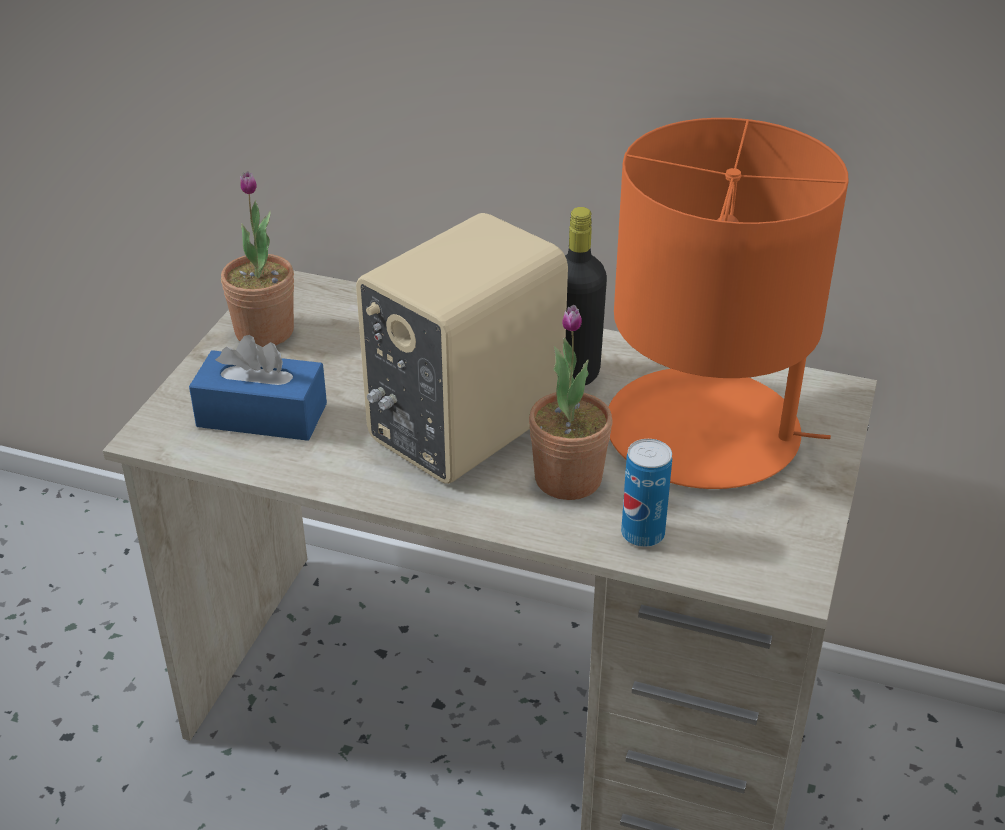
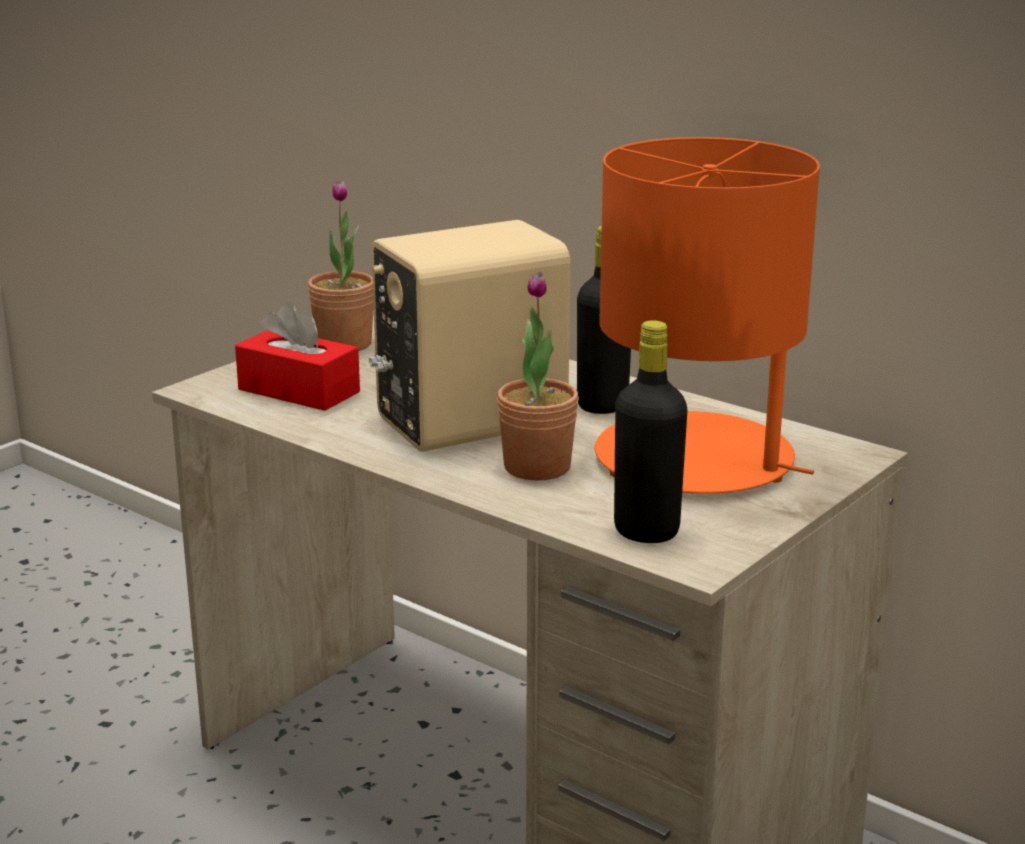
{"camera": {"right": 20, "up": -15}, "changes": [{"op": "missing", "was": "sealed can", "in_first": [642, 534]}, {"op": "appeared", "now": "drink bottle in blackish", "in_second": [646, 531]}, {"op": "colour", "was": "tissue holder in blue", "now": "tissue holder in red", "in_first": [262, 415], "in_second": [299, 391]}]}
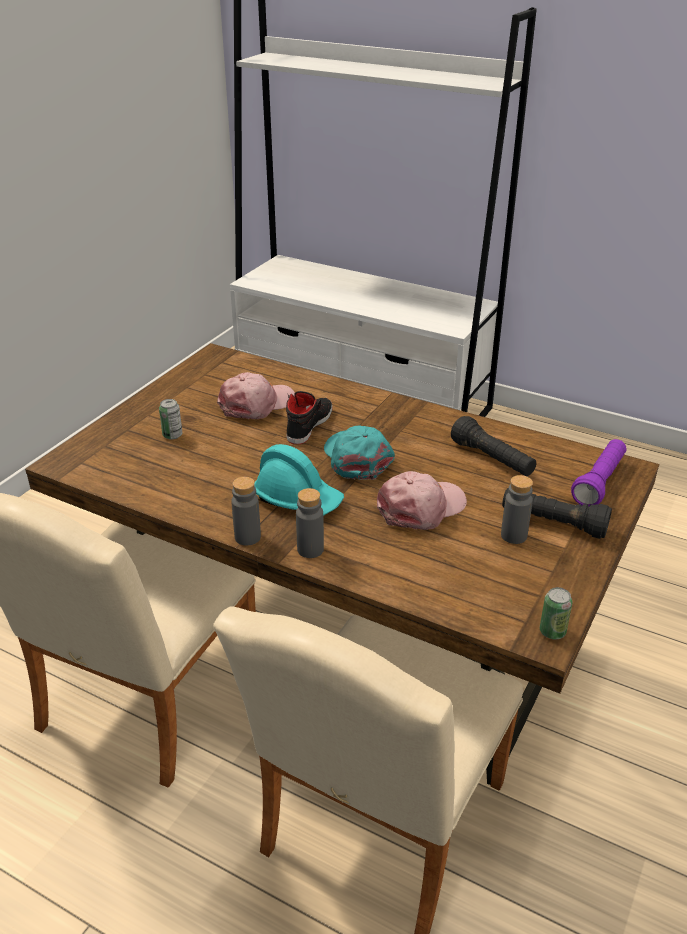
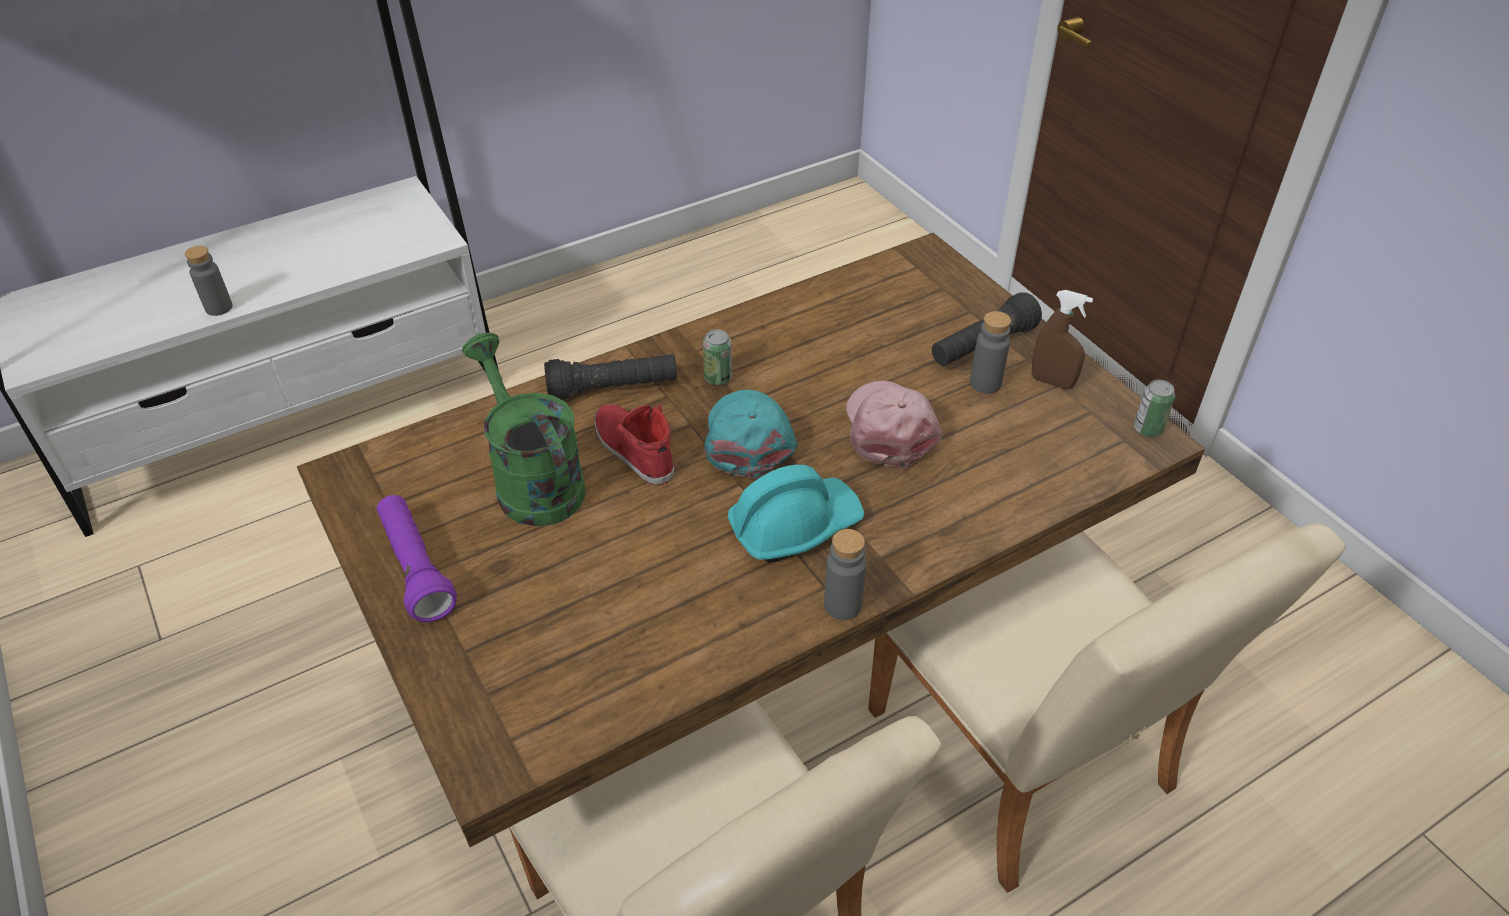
{"camera": {"right": -60, "up": 10}, "changes": [{"op": "appeared", "now": "sprayer in brownish", "in_second": [1052, 382]}, {"op": "relocated", "was": "sealed can", "in_first": [172, 435], "in_second": [718, 378]}, {"op": "relocated", "was": "drink bottle in grey", "in_first": [310, 549], "in_second": [219, 308]}, {"op": "relocated", "was": "hand torch in blackish", "in_first": [492, 459], "in_second": [613, 389]}, {"op": "relocated", "was": "hand torch in purple-coloured", "in_first": [599, 482], "in_second": [416, 569]}, {"op": "exchanged", "was": "baseball cap in pink", "now": "sprinkling can in green", "in_first": [257, 404], "in_second": [532, 480]}, {"op": "colour", "was": "shoe in blackish", "now": "shoe in red", "in_first": [309, 424], "in_second": [632, 449]}, {"op": "spun", "was": "baseball cap in blue-green", "in_first": [357, 458], "in_second": [748, 438], "clockwise": 75}]}
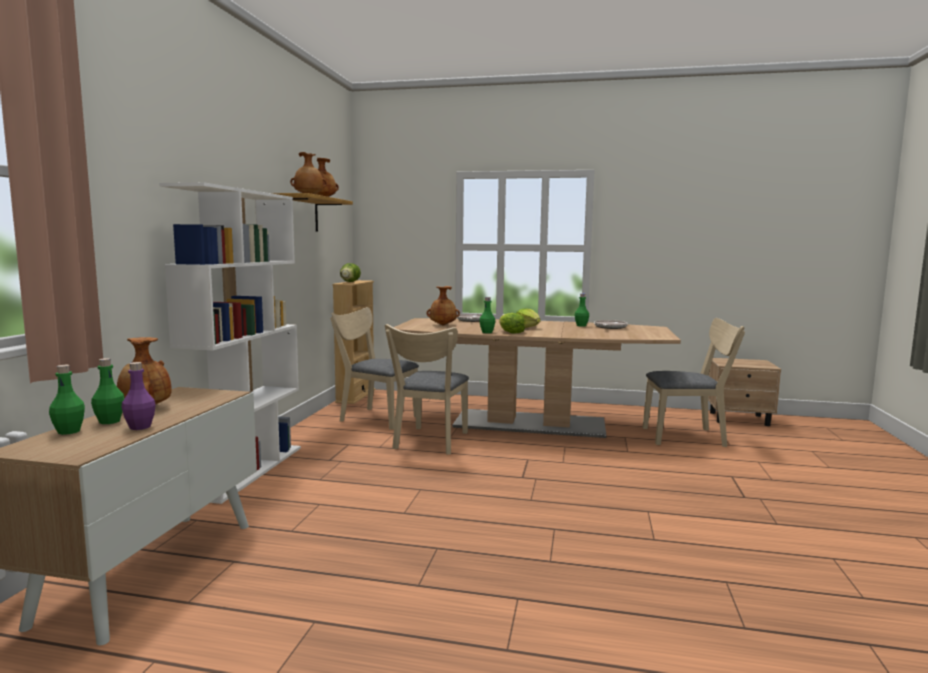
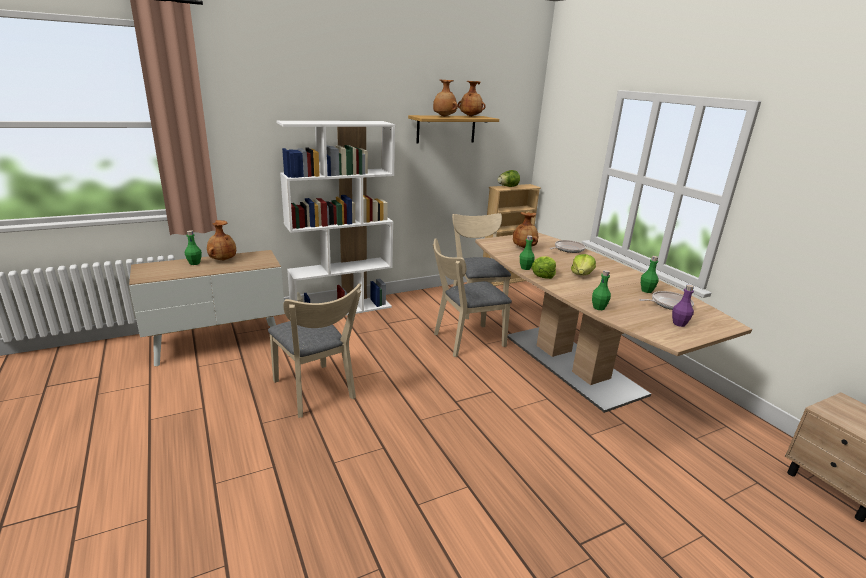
{"camera": {"right": 50, "up": 15}, "changes": [{"op": "relocated", "was": "drink bottle in green", "in_first": [69, 431], "in_second": [598, 308]}, {"op": "relocated", "was": "drink bottle in purple-coloured", "in_first": [140, 427], "in_second": [679, 324]}, {"op": "relocated", "was": "upright chair in beige-coloured", "in_first": [689, 437], "in_second": [316, 392]}]}
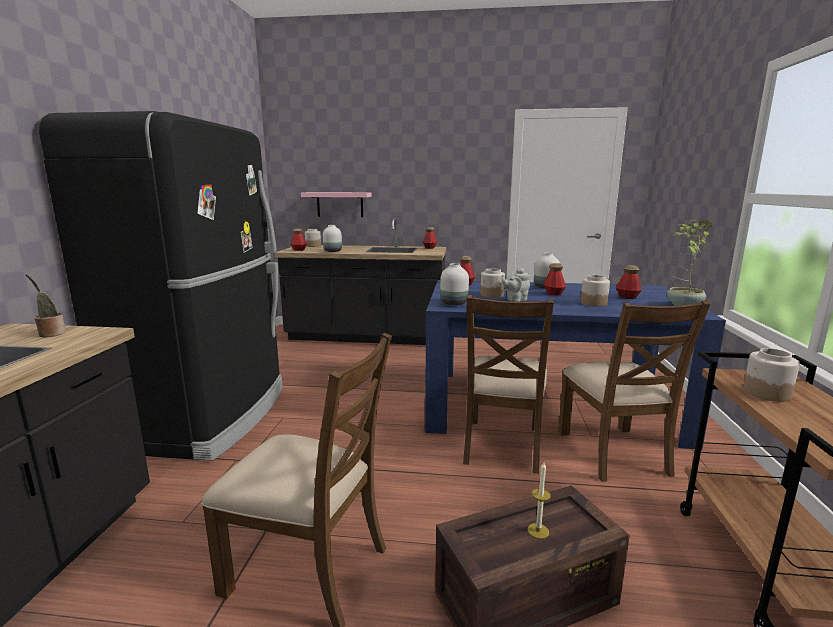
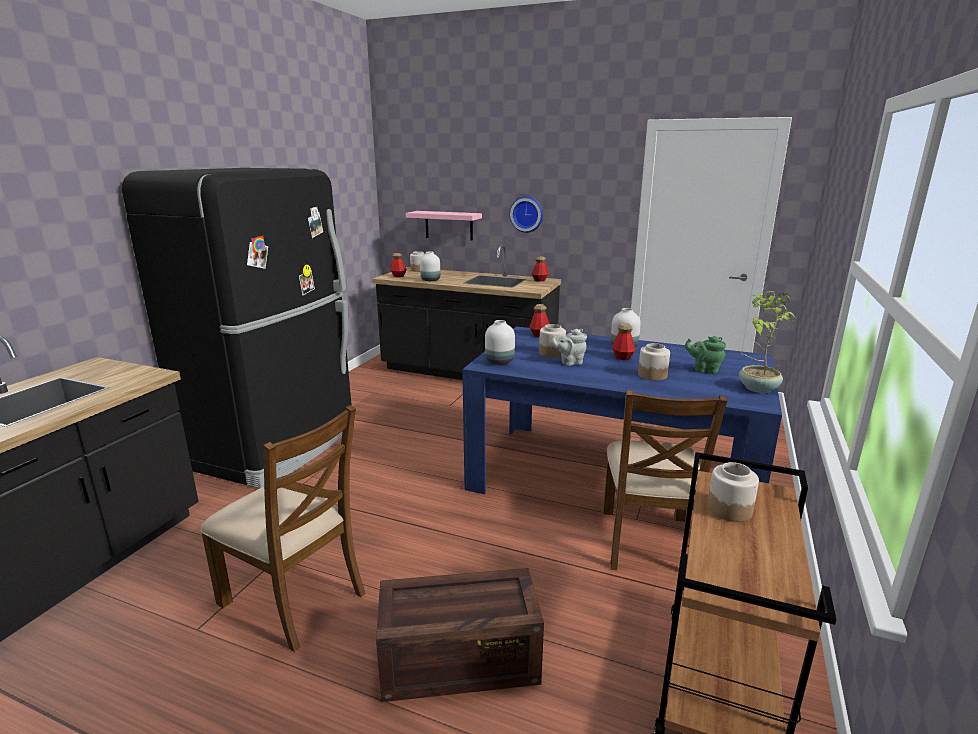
{"camera": {"right": 15, "up": 5}, "changes": [{"op": "missing", "was": "houseplant", "in_first": [51, 334]}, {"op": "missing", "was": "upright chair in brownish", "in_first": [502, 444]}, {"op": "missing", "was": "wax light", "in_first": [538, 531]}, {"op": "appeared", "now": "wall clock", "in_second": [527, 214]}, {"op": "exchanged", "was": "drink bottle", "now": "pot for tea in green", "in_first": [627, 297], "in_second": [704, 370]}]}
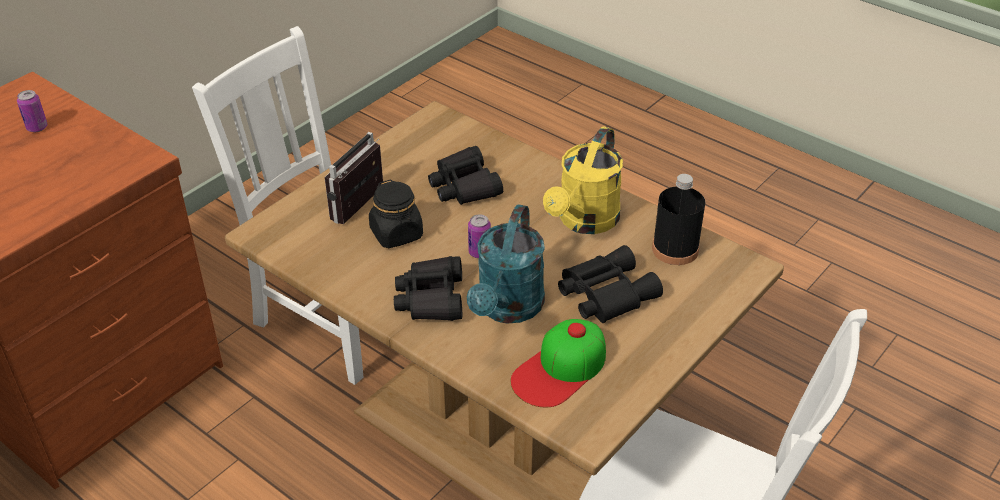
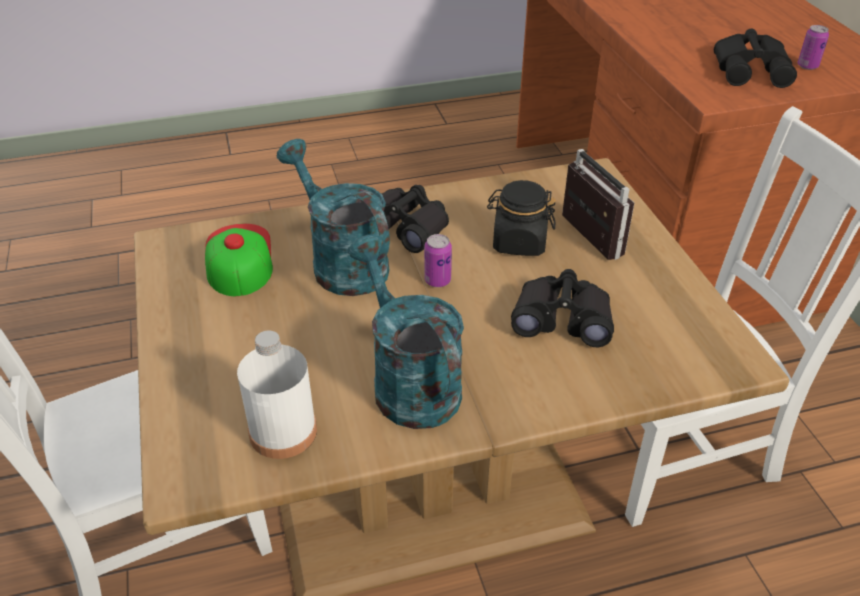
{"camera": {"right": 125, "up": 0}, "changes": [{"op": "relocated", "was": "pair of binoculars in blackish", "in_first": [604, 293], "in_second": [752, 69]}, {"op": "colour", "was": "sprinkling can in yellow", "now": "sprinkling can in blue-green", "in_first": [584, 222], "in_second": [408, 381]}, {"op": "colour", "was": "drink bottle in blackish", "now": "drink bottle in white", "in_first": [675, 249], "in_second": [283, 432]}]}
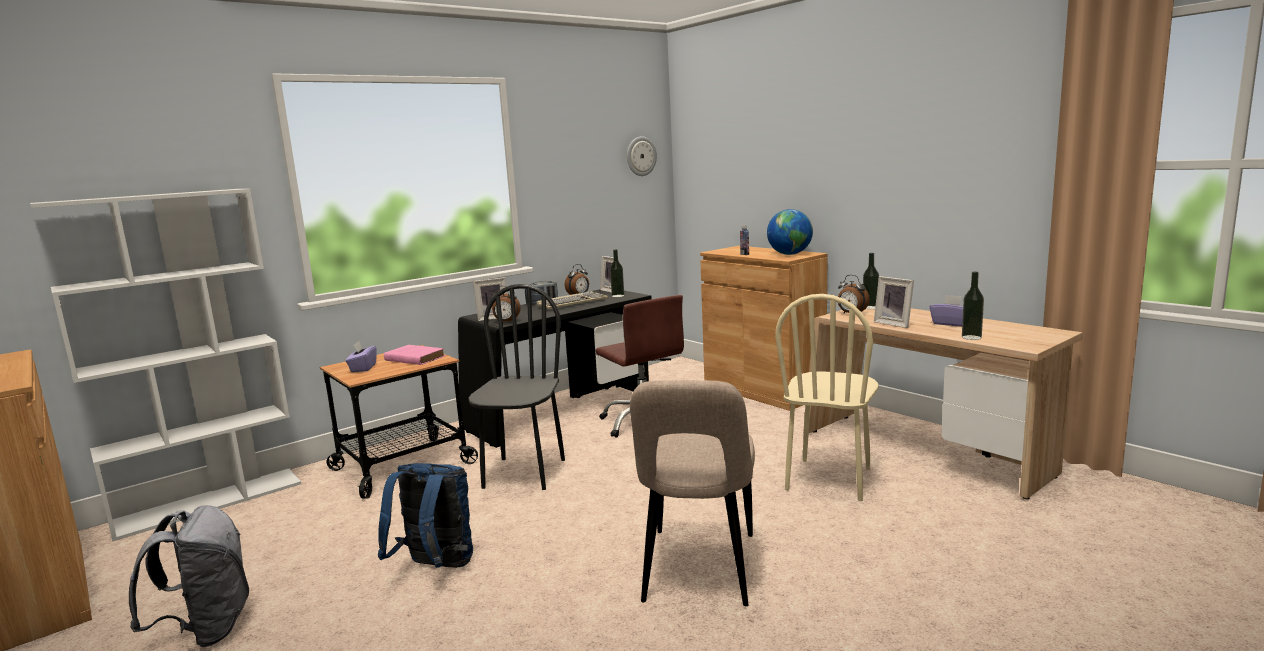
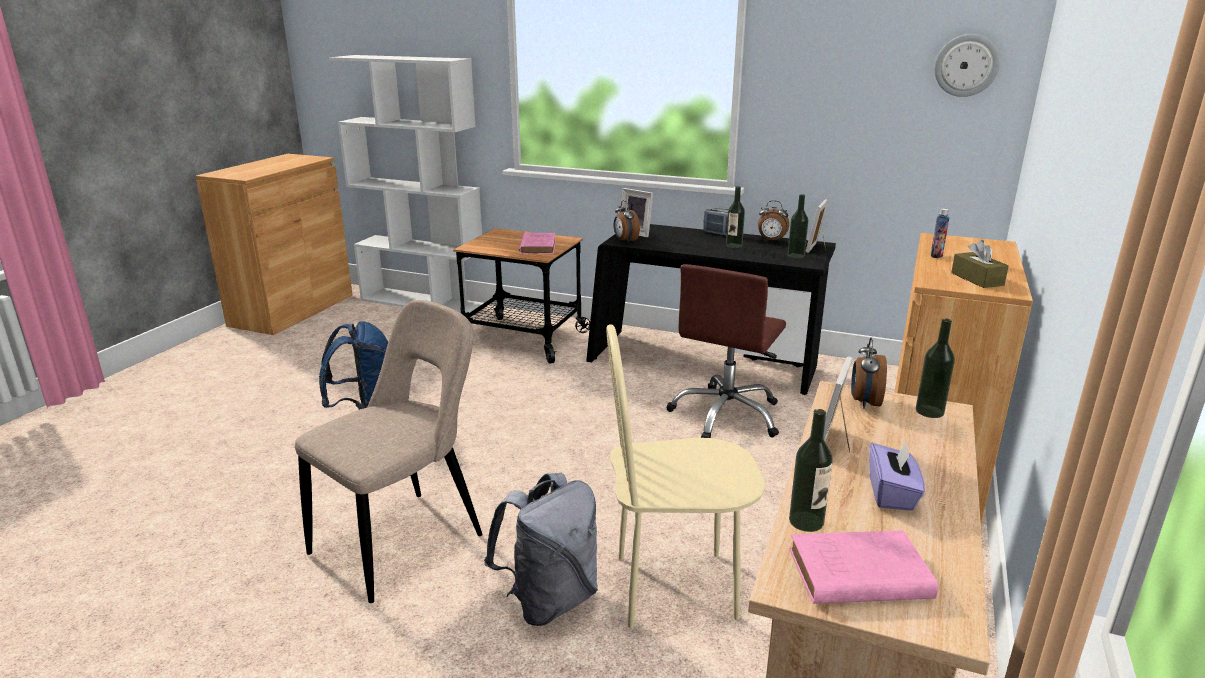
{"camera": {"right": 60, "up": 10}, "changes": [{"op": "missing", "was": "tissue holder in purple-coloured", "in_first": [363, 368]}, {"op": "missing", "was": "upright chair in blackish", "in_first": [523, 473]}, {"op": "appeared", "now": "book in pink", "in_second": [855, 574]}, {"op": "relocated", "was": "rucksack in grey", "in_first": [207, 630], "in_second": [549, 600]}, {"op": "exchanged", "was": "computer keyboard", "now": "drink bottle", "in_first": [572, 303], "in_second": [734, 245]}, {"op": "exchanged", "was": "world globe", "now": "tissue holder in brownish", "in_first": [789, 254], "in_second": [977, 279]}, {"op": "spun", "was": "upright chair in beige-coloured", "in_first": [698, 571], "in_second": [404, 540], "clockwise": 150}]}
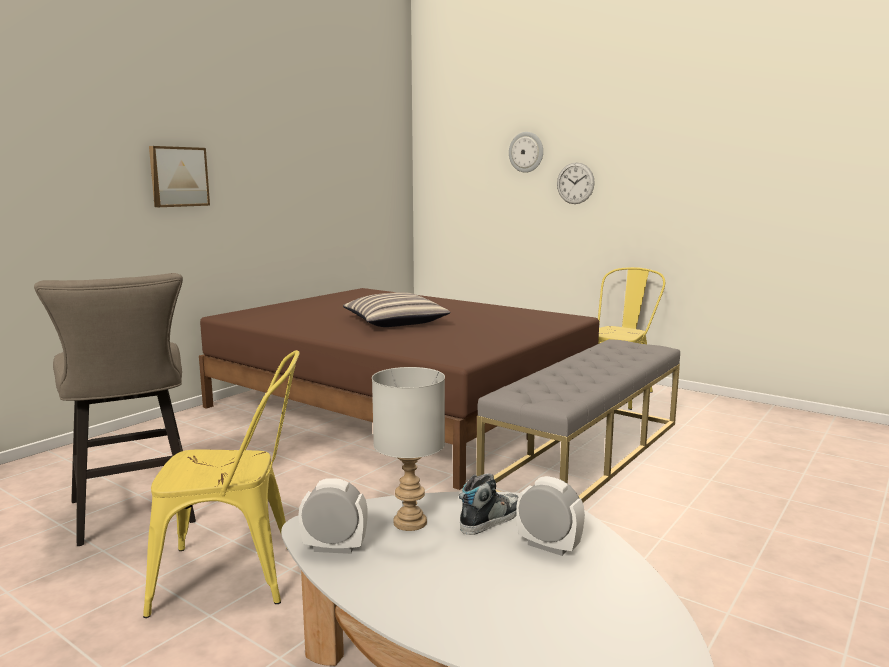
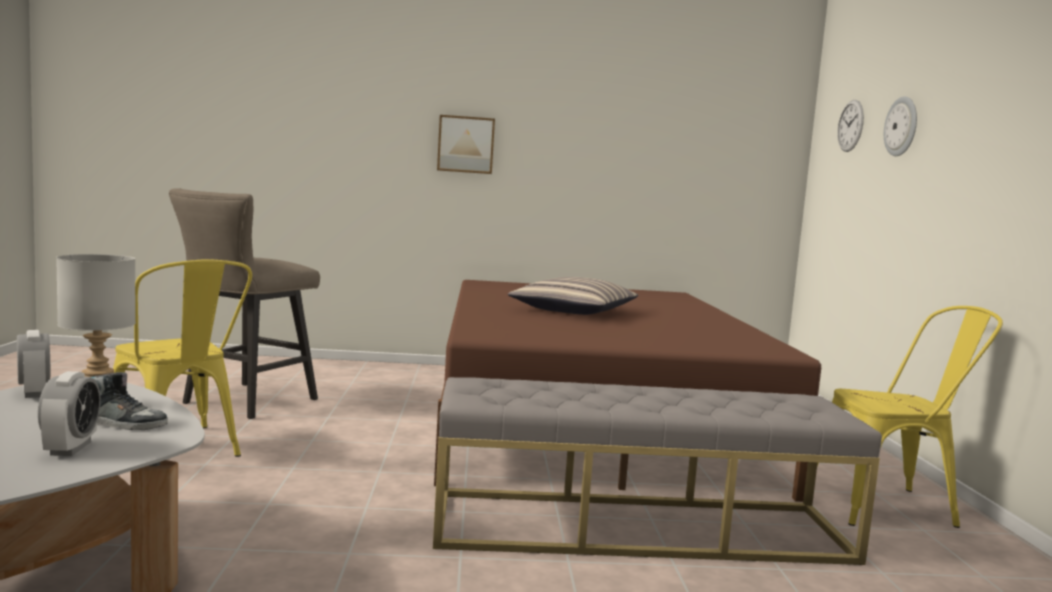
{"camera": {"right": 50, "up": -5}, "changes": [{"op": "relocated", "was": "wall clock", "in_first": [575, 183], "in_second": [850, 126]}]}
